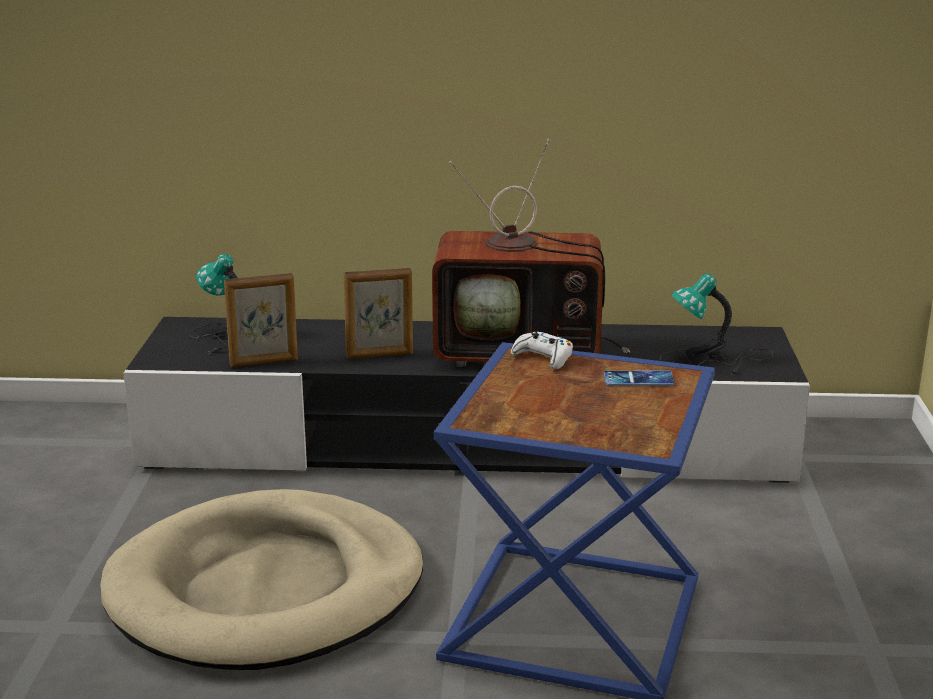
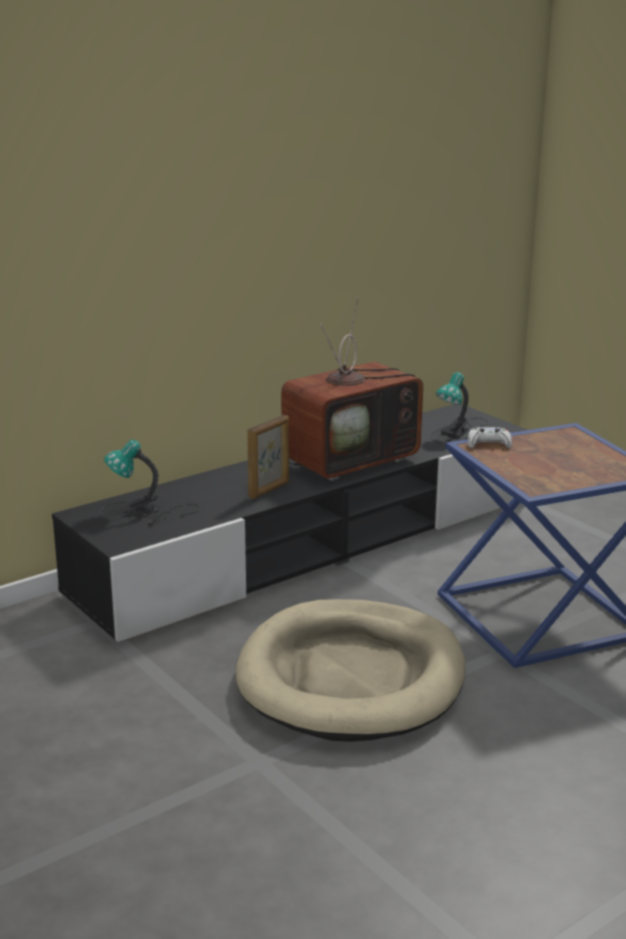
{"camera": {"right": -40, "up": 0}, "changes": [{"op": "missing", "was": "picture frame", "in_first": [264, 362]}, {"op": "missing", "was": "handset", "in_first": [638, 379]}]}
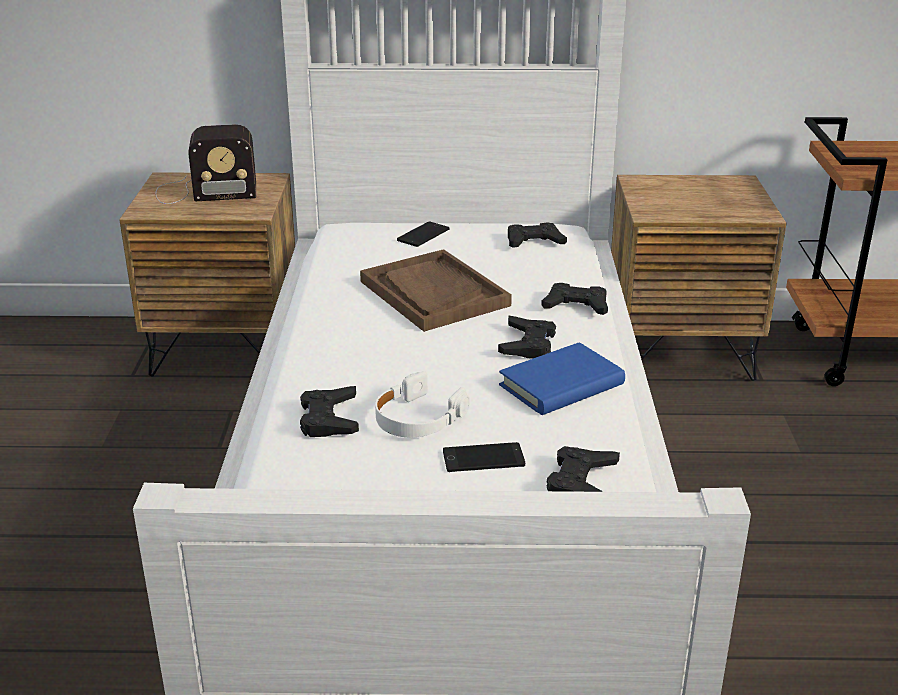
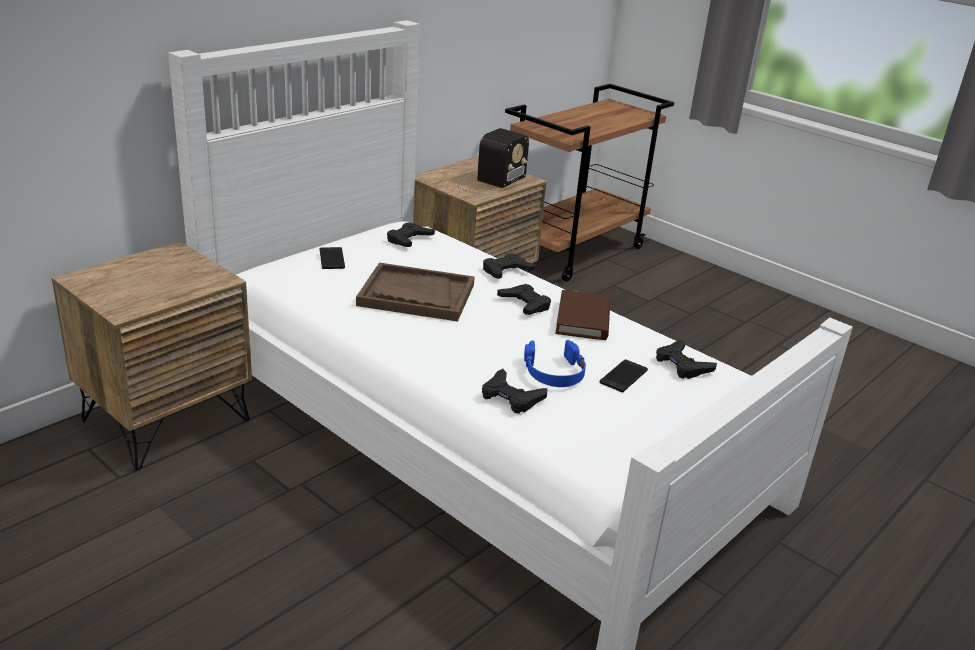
{"camera": {"right": -50, "up": 0}, "changes": [{"op": "relocated", "was": "radio set", "in_first": [203, 191], "in_second": [489, 182]}, {"op": "colour", "was": "headset in white", "now": "headset in blue", "in_first": [417, 419], "in_second": [554, 372]}, {"op": "colour", "was": "book in blue", "now": "book in brownish", "in_first": [561, 385], "in_second": [583, 319]}]}
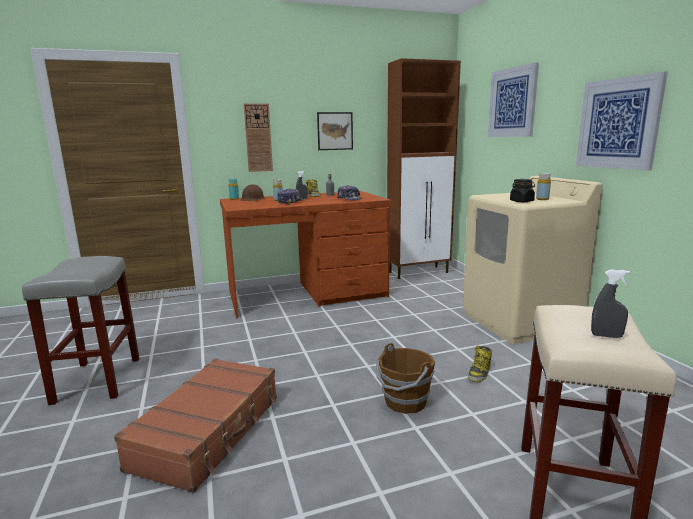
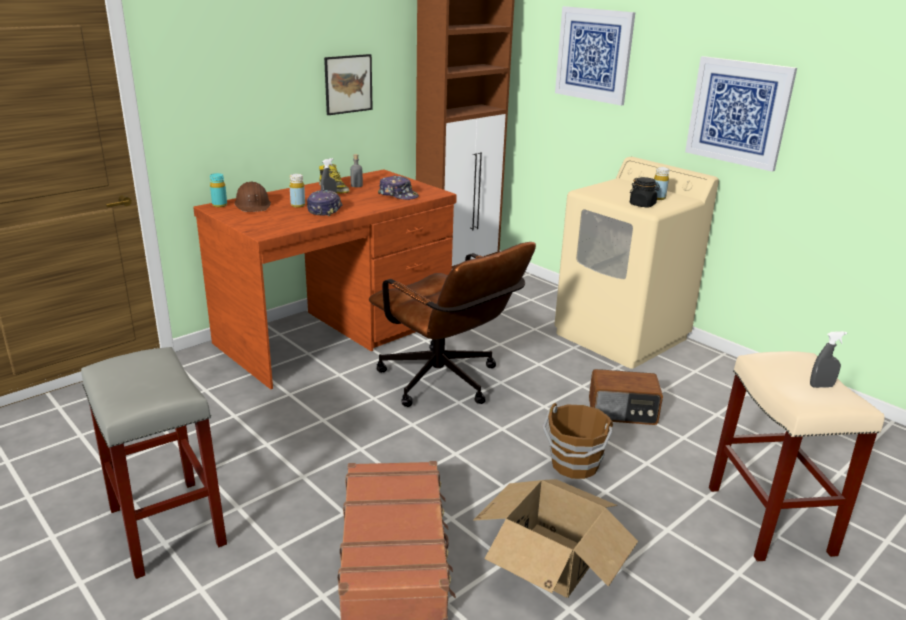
{"camera": {"right": -25, "up": 10}, "changes": [{"op": "missing", "was": "wall clock", "in_first": [258, 138]}, {"op": "appeared", "now": "desk chair in brownish", "in_second": [446, 384]}, {"op": "appeared", "now": "packing box", "in_second": [550, 559]}, {"op": "exchanged", "was": "boot", "now": "radio set", "in_first": [479, 372], "in_second": [622, 412]}]}
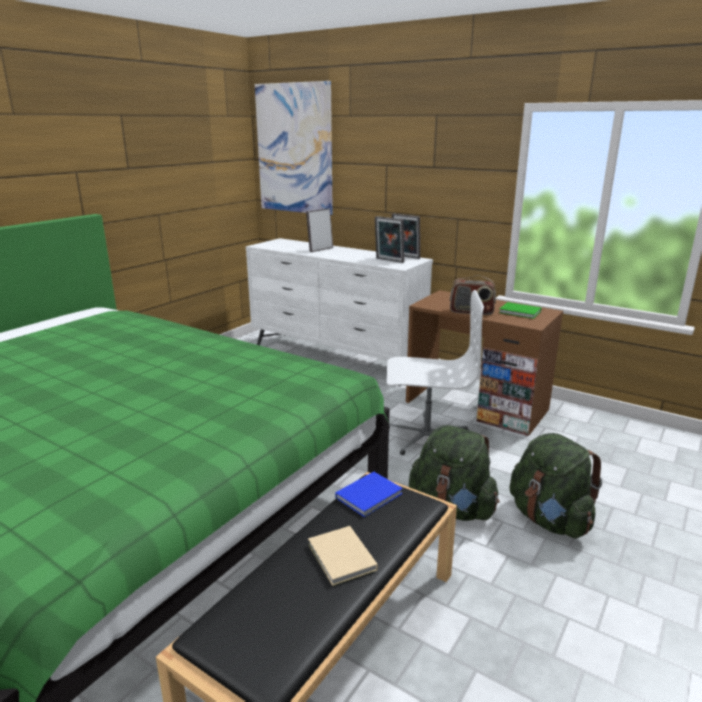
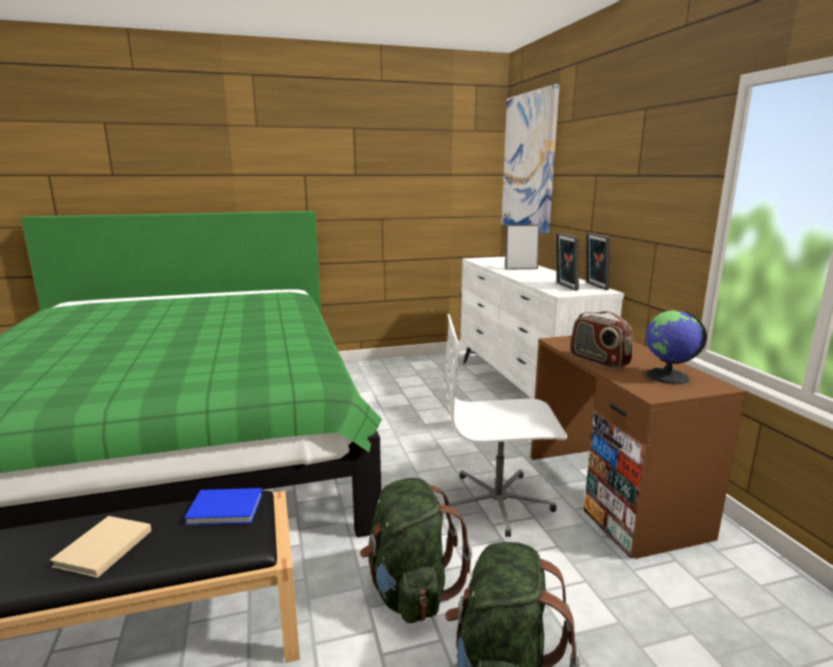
{"camera": {"right": 40, "up": -5}, "changes": [{"op": "exchanged", "was": "book in green", "now": "world globe", "in_first": [520, 312], "in_second": [668, 377]}, {"op": "spun", "was": "desk chair in white", "in_first": [426, 437], "in_second": [498, 502], "clockwise": 135}]}
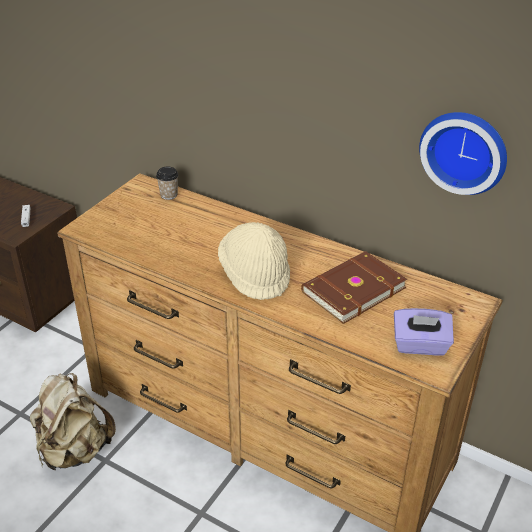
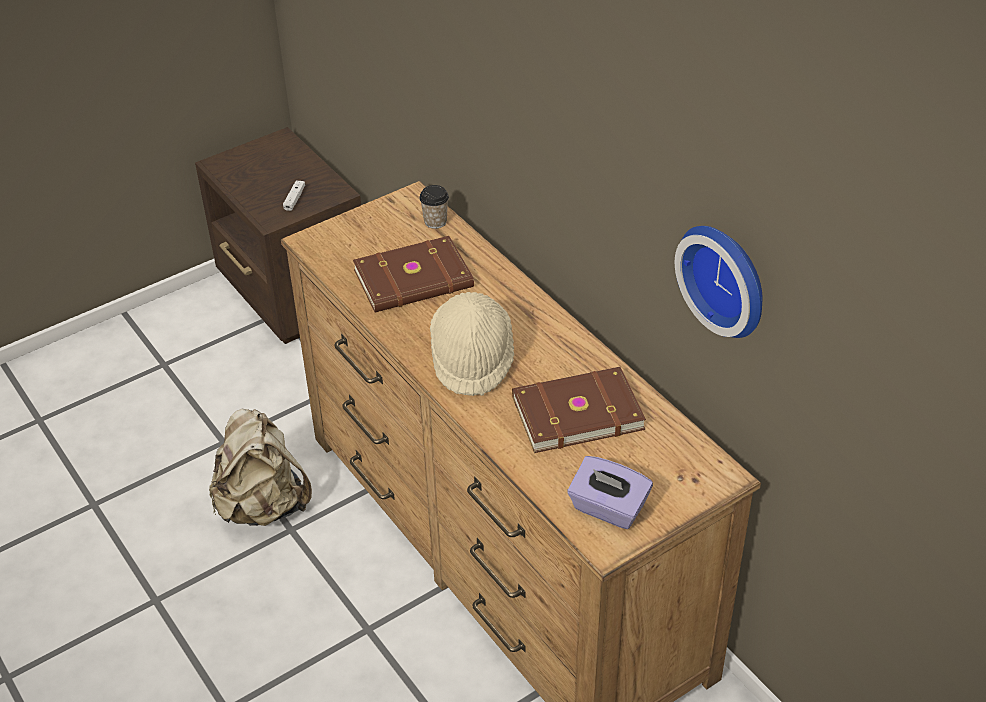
{"camera": {"right": 25, "up": 5}, "changes": [{"op": "appeared", "now": "book in brownish", "in_second": [415, 280]}]}
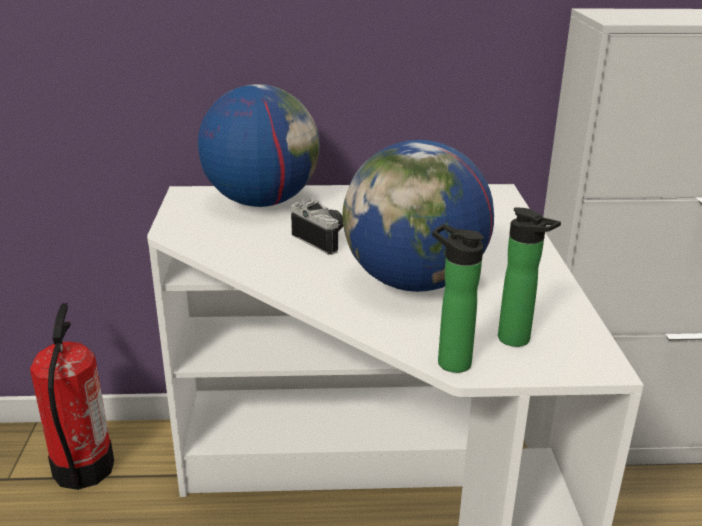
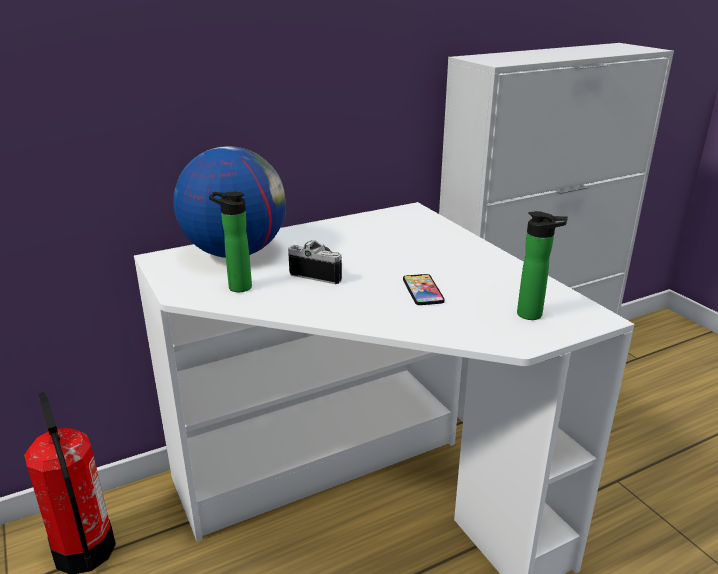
{"camera": {"right": -25, "up": 0}, "changes": [{"op": "relocated", "was": "drink bottle", "in_first": [449, 361], "in_second": [236, 287]}, {"op": "exchanged", "was": "world globe", "now": "handset", "in_first": [414, 282], "in_second": [423, 290]}]}
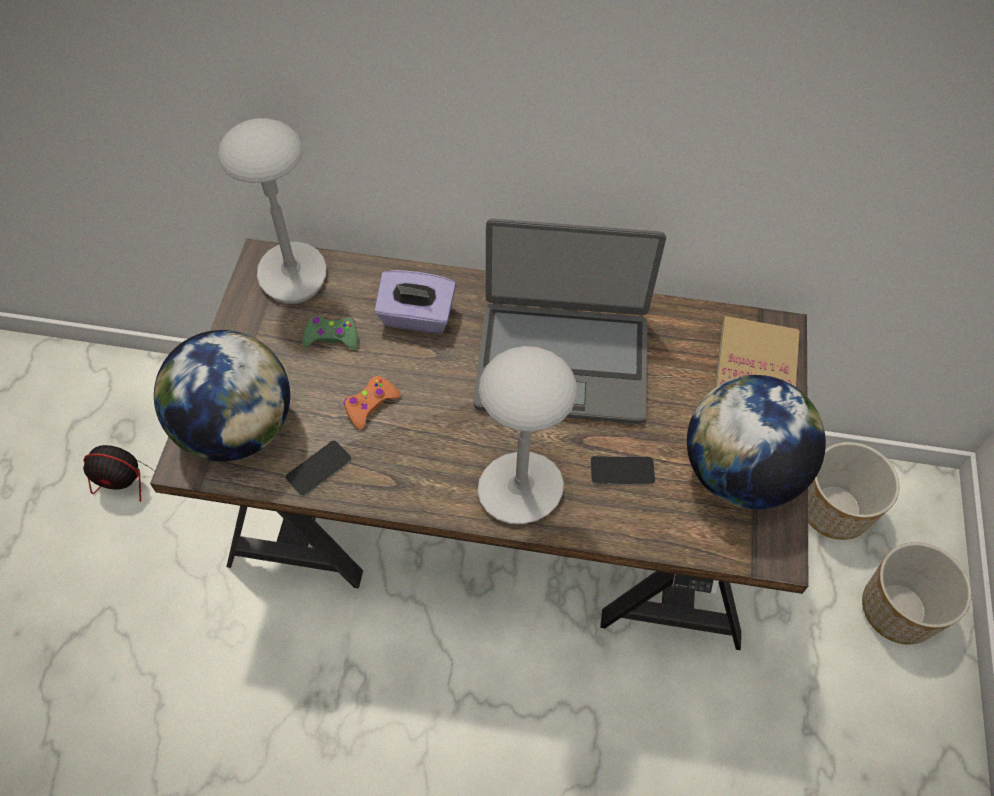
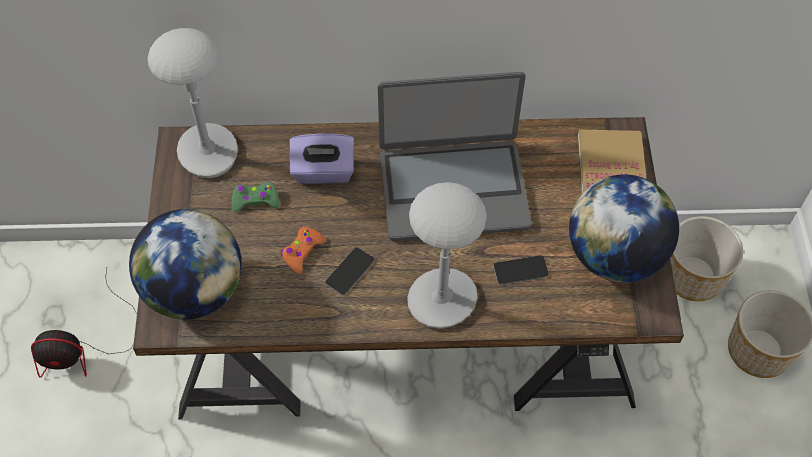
{"camera": {"right": -10, "up": 0}, "changes": [{"op": "relocated", "was": "handset", "in_first": [318, 468], "in_second": [350, 271]}]}
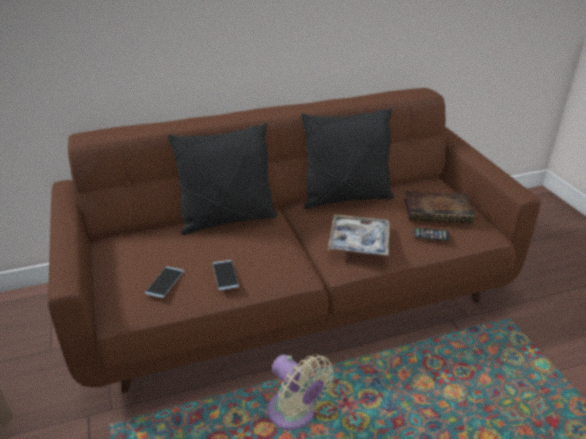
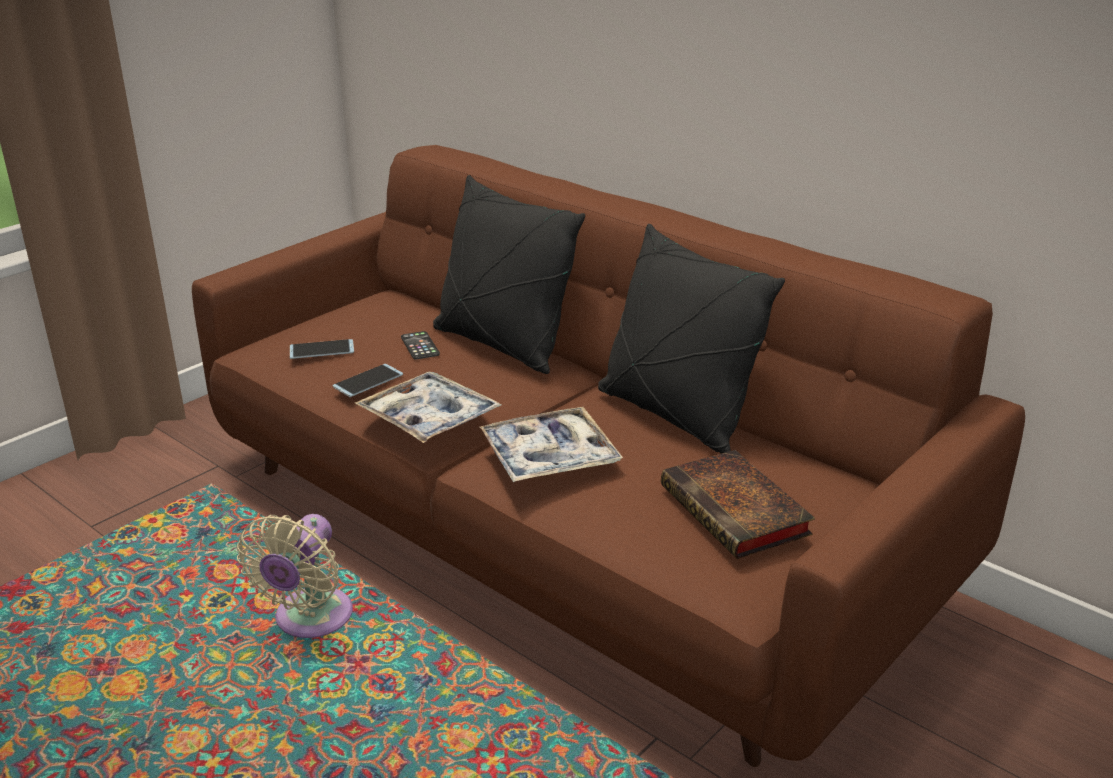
{"camera": {"right": 60, "up": -5}, "changes": [{"op": "appeared", "now": "tray", "in_second": [429, 418]}, {"op": "relocated", "was": "handset", "in_first": [431, 234], "in_second": [420, 346]}]}
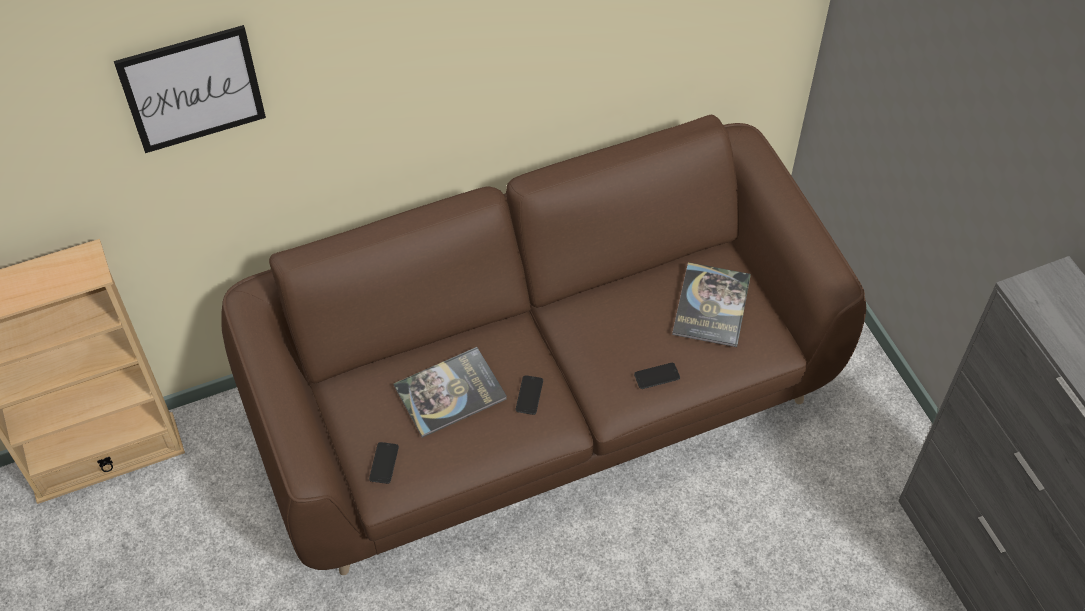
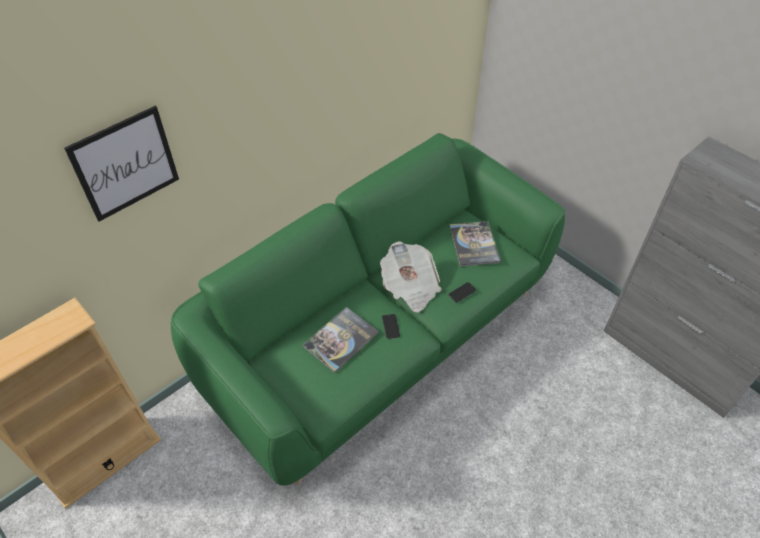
{"camera": {"right": -20, "up": -5}, "changes": [{"op": "missing", "was": "handset", "in_first": [384, 463]}, {"op": "appeared", "now": "newspaper", "in_second": [410, 287]}, {"op": "colour", "was": "settee in brownish", "now": "settee in green", "in_first": [542, 404], "in_second": [379, 338]}]}
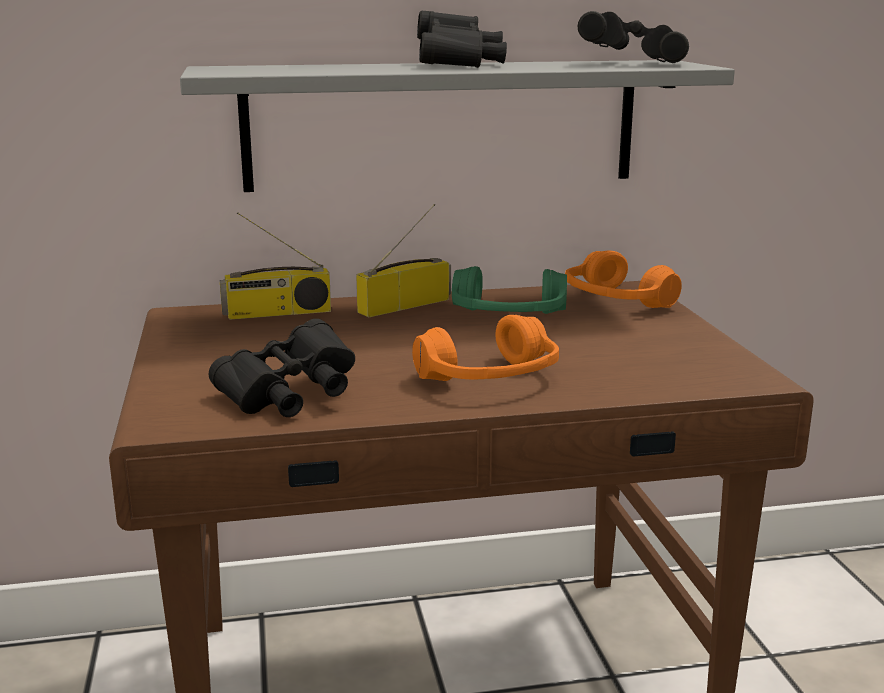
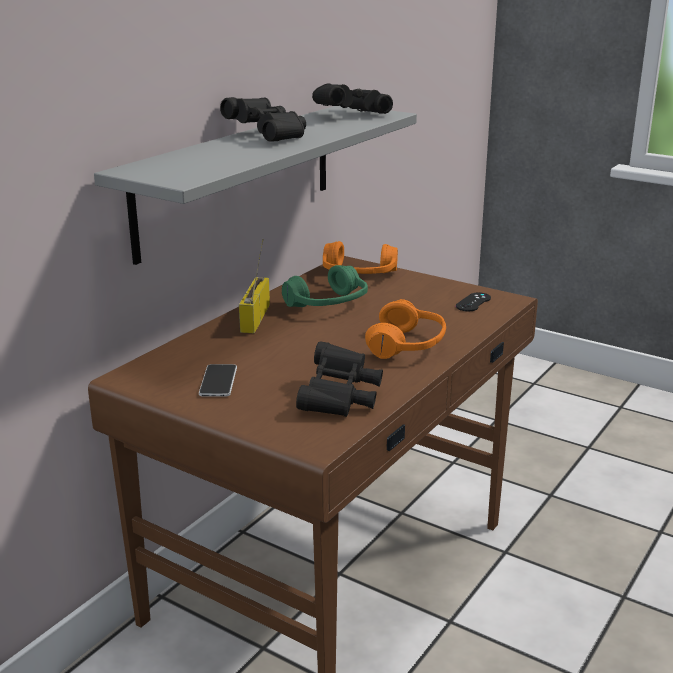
{"camera": {"right": -45, "up": 5}, "changes": [{"op": "missing", "was": "radio set", "in_first": [277, 313]}, {"op": "appeared", "now": "handset", "in_second": [218, 382]}, {"op": "appeared", "now": "joypad in blackish", "in_second": [473, 302]}]}
